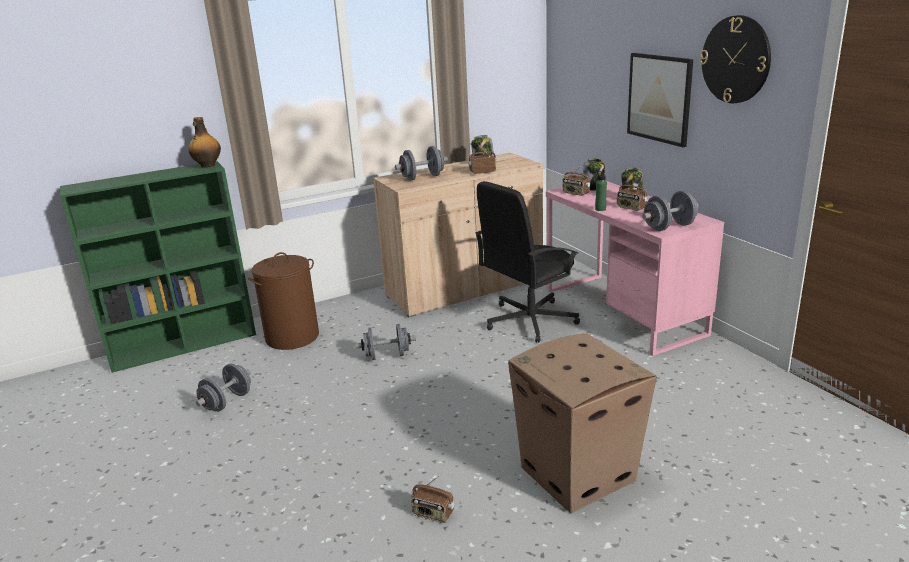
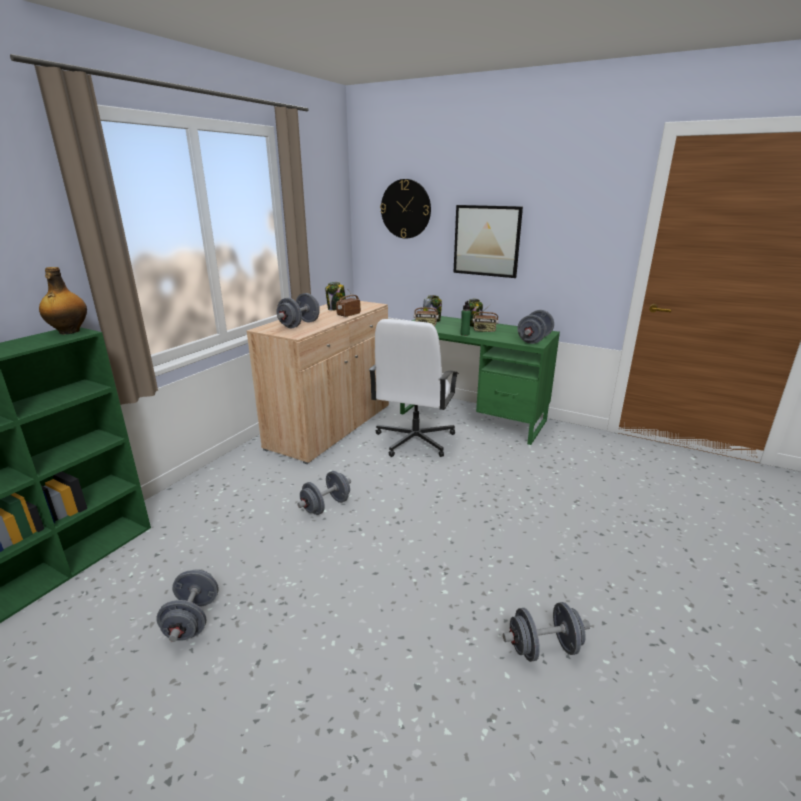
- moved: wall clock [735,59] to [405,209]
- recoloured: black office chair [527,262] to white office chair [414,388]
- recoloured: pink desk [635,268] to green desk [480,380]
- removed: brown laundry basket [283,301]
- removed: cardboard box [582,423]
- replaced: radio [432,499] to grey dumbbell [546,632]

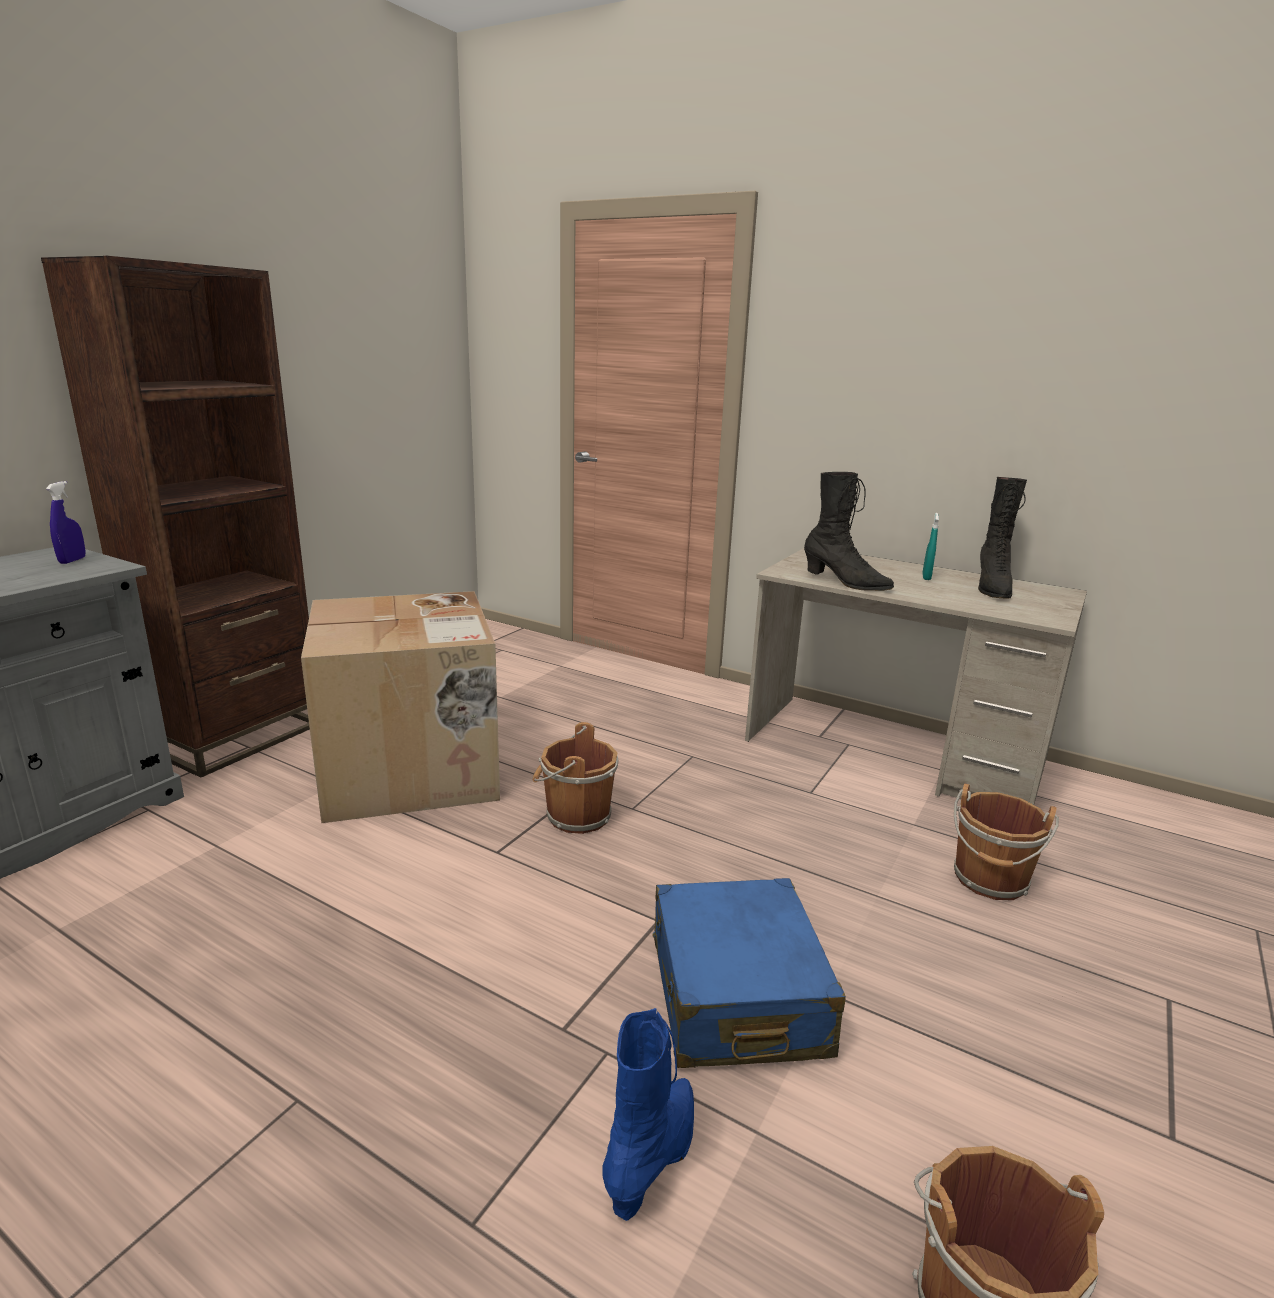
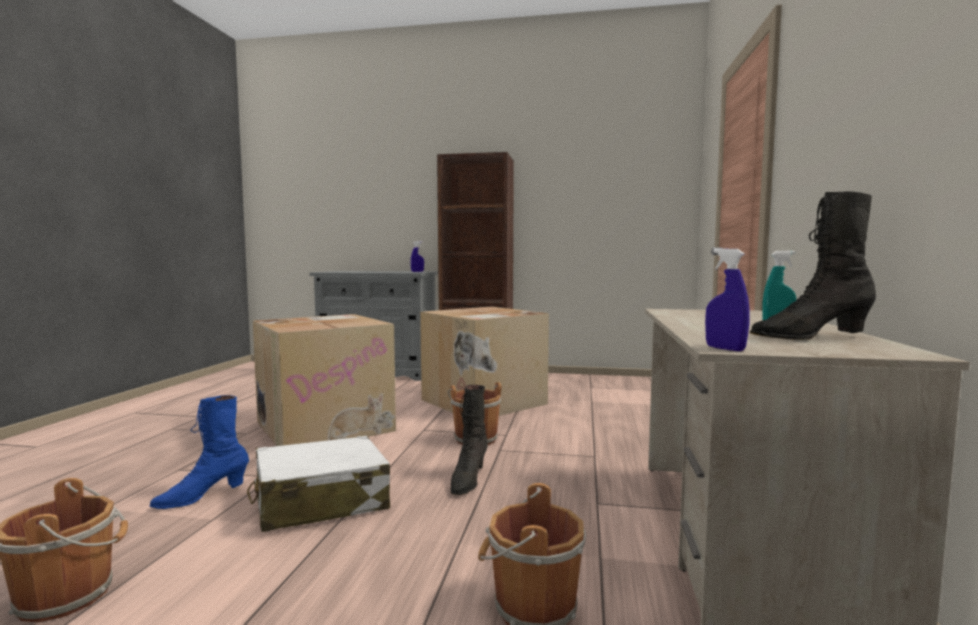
- moved: black boot [849,531] to [469,440]
- recoloured: blue suitcase [749,973] to white suitcase [318,484]
- turned: blue boot [648,1114] = [199,452] 135 degrees clockwise
- added: blue spray bottle [727,300]
- added: cardboard box [324,380]

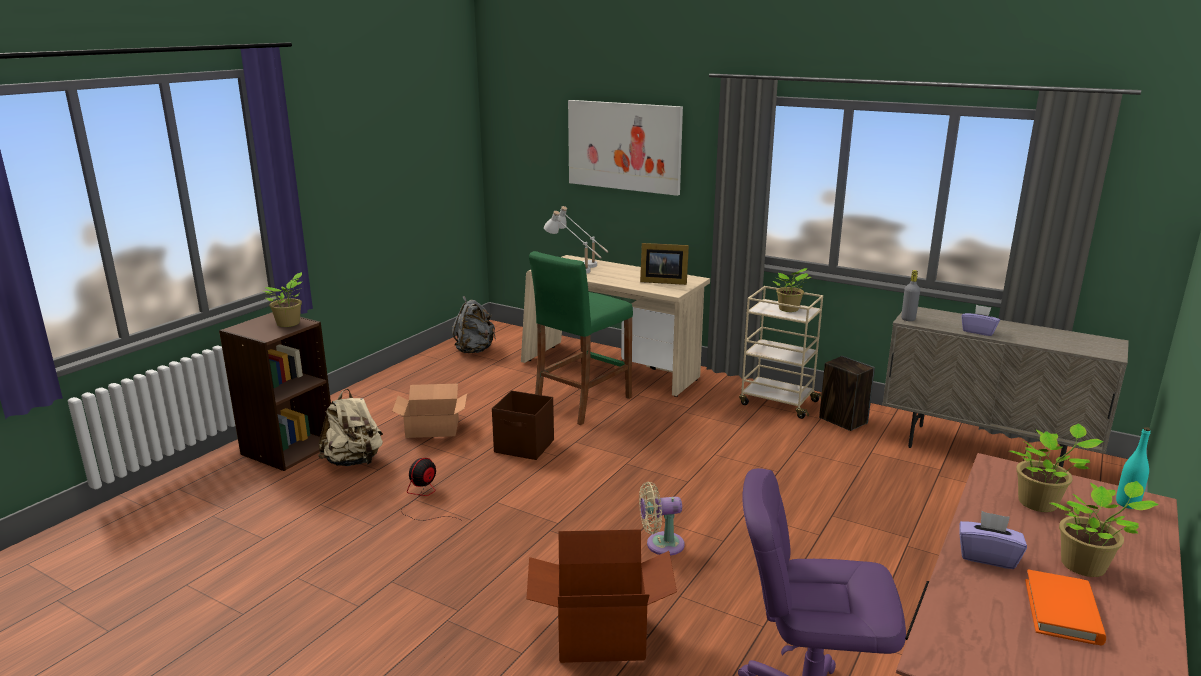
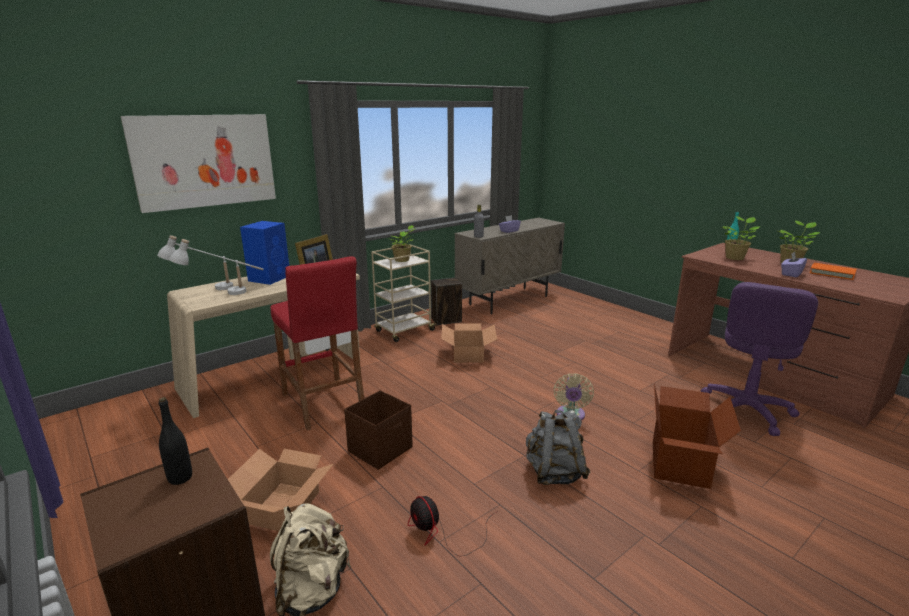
- recoloured: green stool [581,338] to red stool [317,343]
- replaced: potted plant [283,299] to black bottle [175,441]
- moved: grey backpack [474,324] to [558,447]
- added: blue speaker [264,253]
- added: cardboard box [469,343]

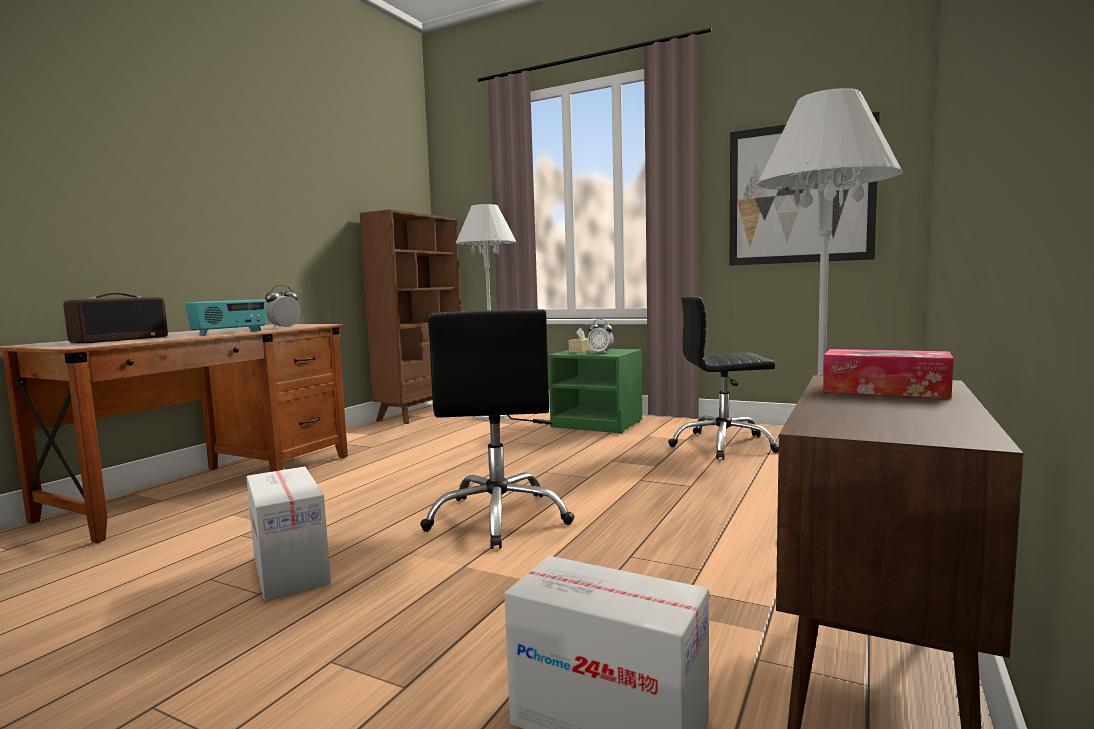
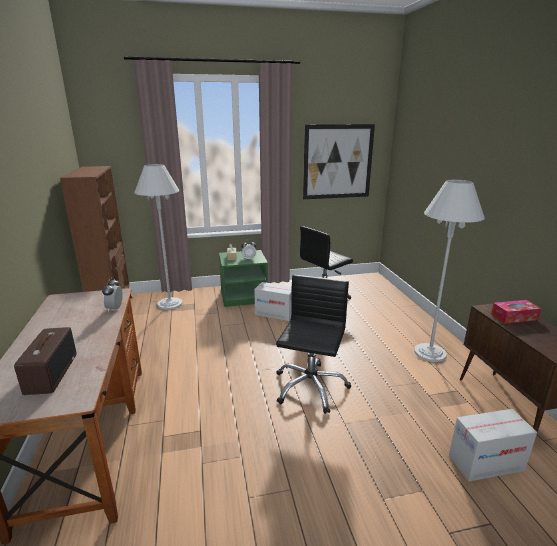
- removed: radio [226,317]
- turned: black office chair [497,429] = [313,344] 120 degrees counterclockwise
- moved: cardboard box [288,534] to [273,301]

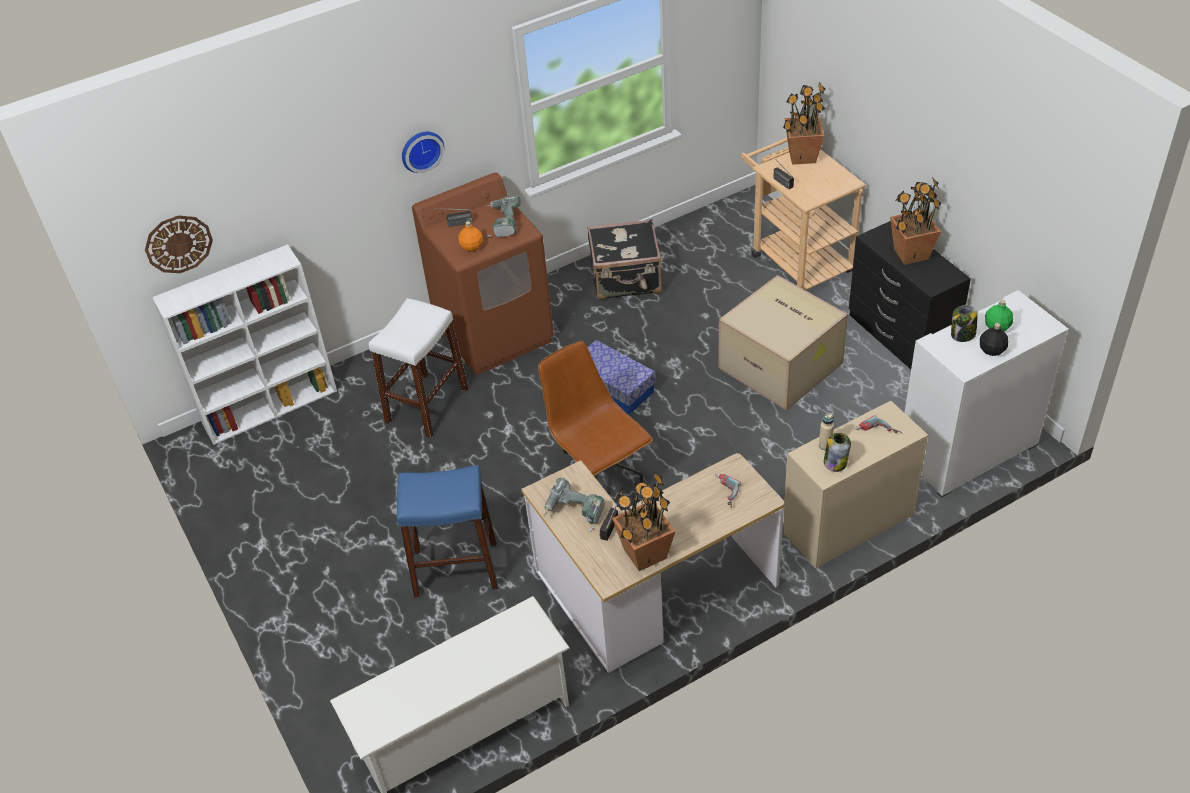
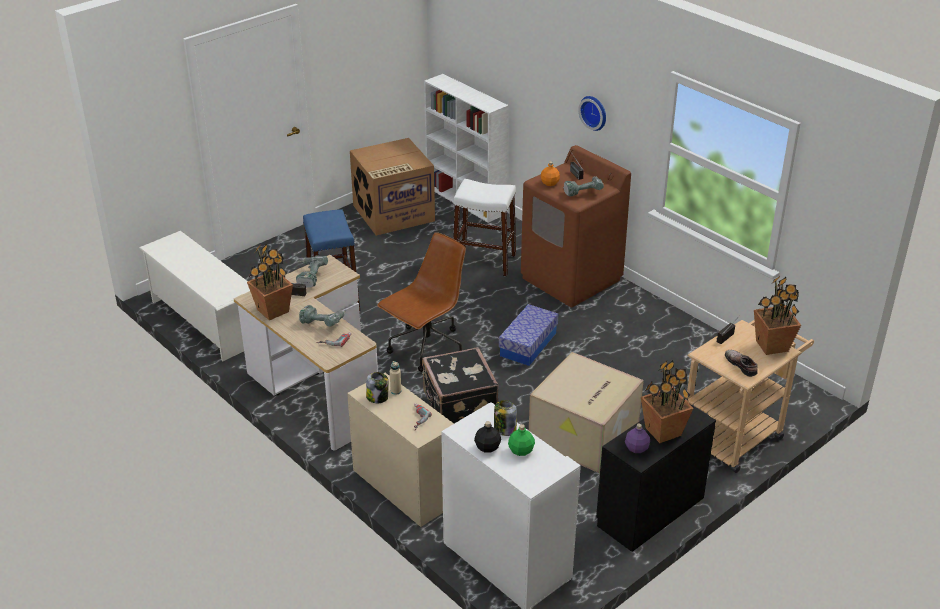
- removed: wall clock [179,244]
- moved: black suitcase [624,259] to [460,385]
- added: cardboard box [392,187]
- added: power drill [322,316]
- added: shoe [741,363]
- added: purple bottle [637,438]

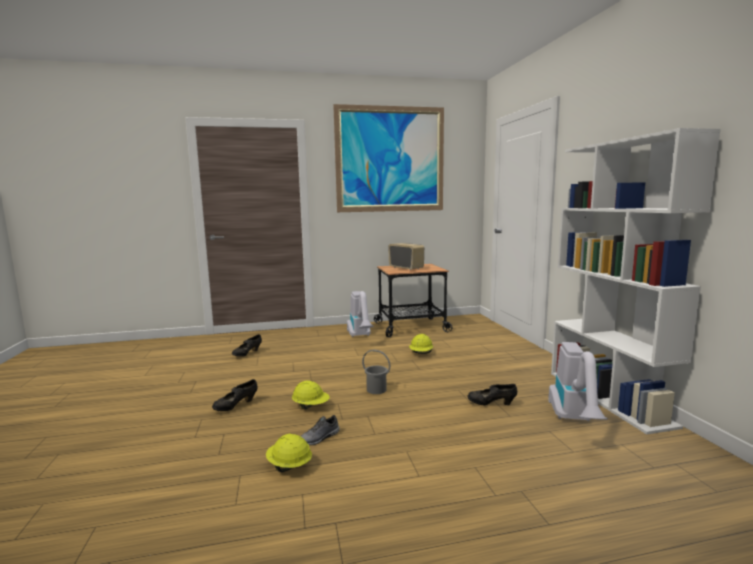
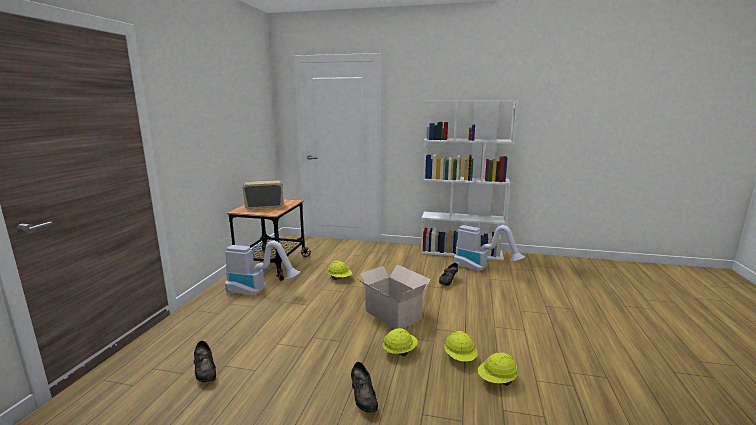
- removed: picture [388,158]
- replaced: grey bucket [376,372] to cardboard box [393,296]
- replaced: grey shoe [320,430] to yellow hard hat [460,346]

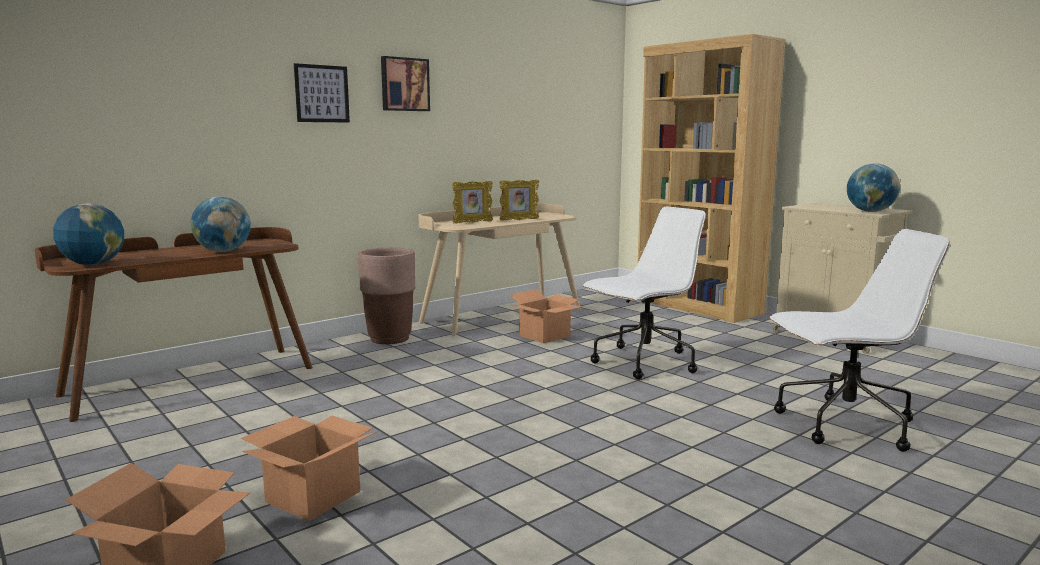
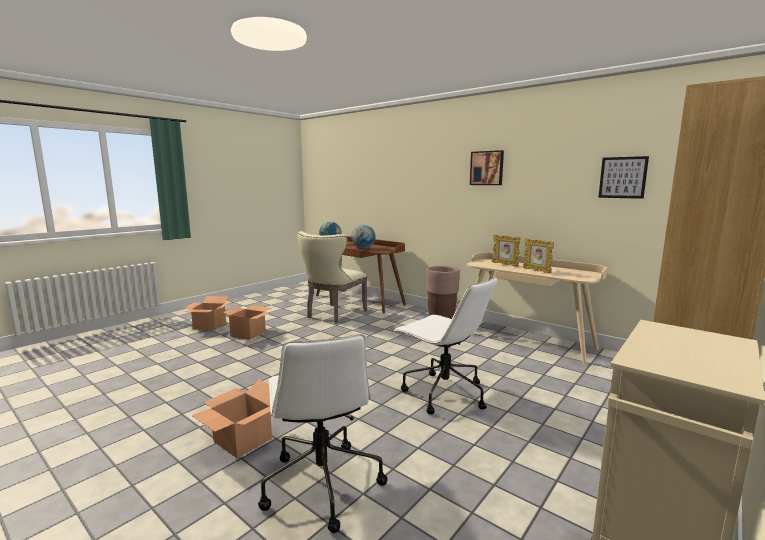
- moved: picture [322,93] to [623,177]
- removed: globe [873,187]
- moved: cardboard box [546,316] to [231,419]
- added: beige chair [332,277]

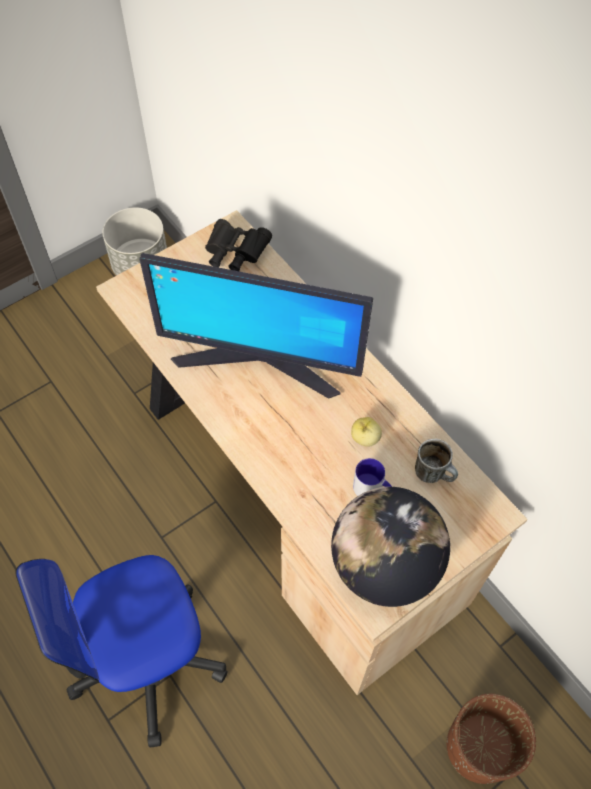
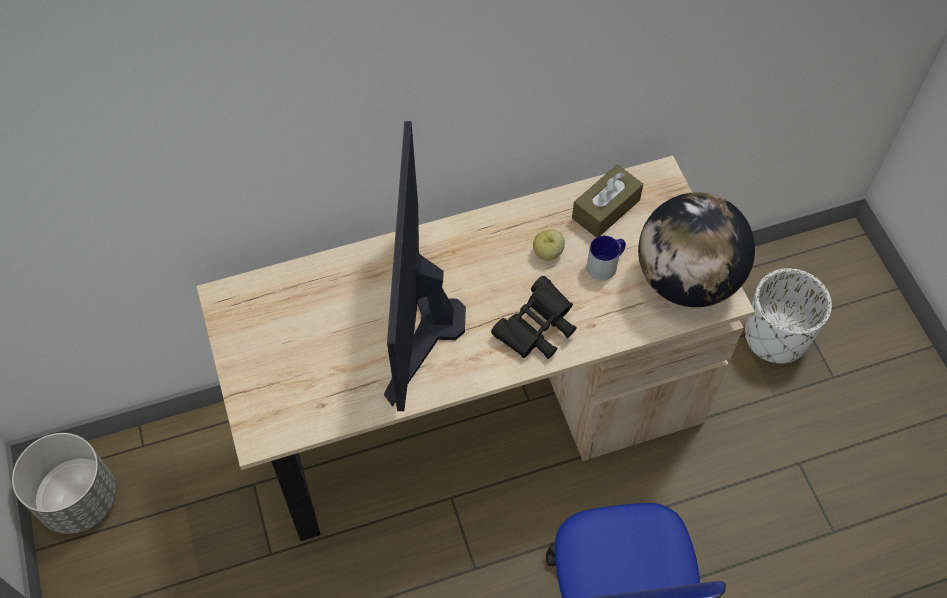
- moved: black binoculars [238,245] to [534,317]
- turned: monitor [256,326] = [425,266] 150 degrees clockwise
- replaced: mug [436,461] to brown tissue box [607,201]
- recoloured: brown planter [491,739] to white planter [788,316]

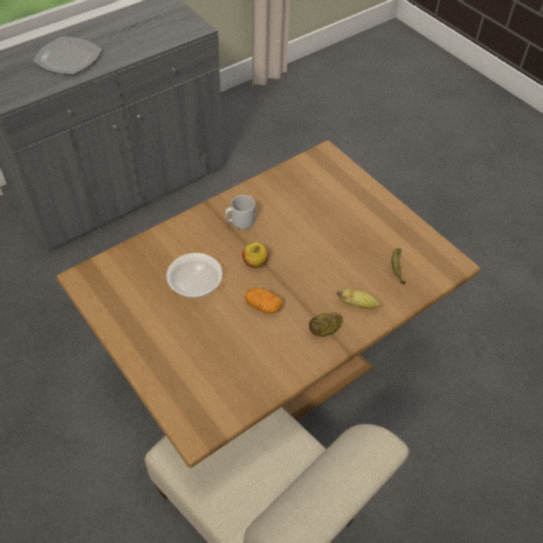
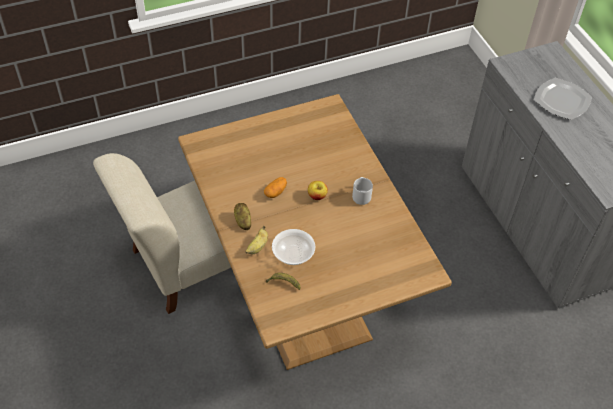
- moved: bowl [194,275] to [293,247]

